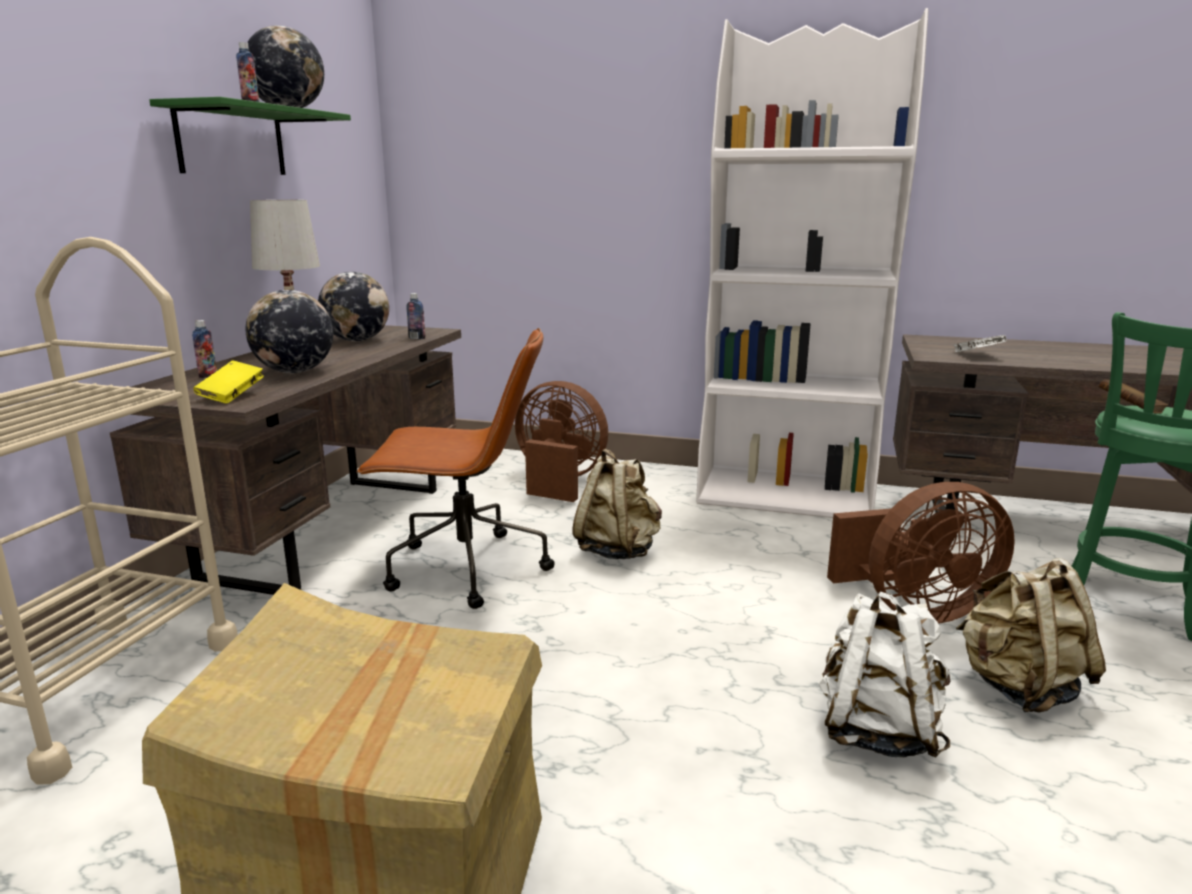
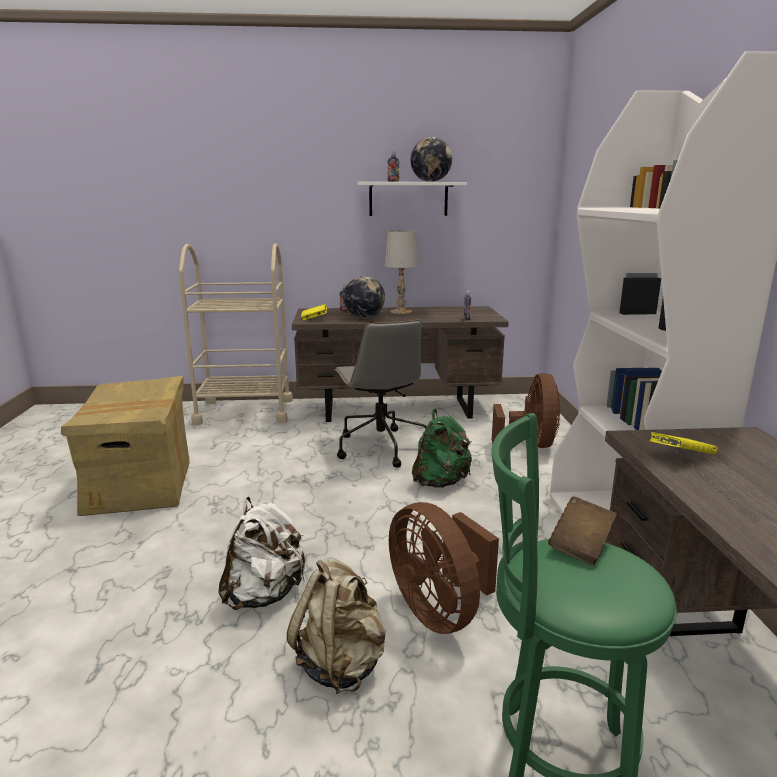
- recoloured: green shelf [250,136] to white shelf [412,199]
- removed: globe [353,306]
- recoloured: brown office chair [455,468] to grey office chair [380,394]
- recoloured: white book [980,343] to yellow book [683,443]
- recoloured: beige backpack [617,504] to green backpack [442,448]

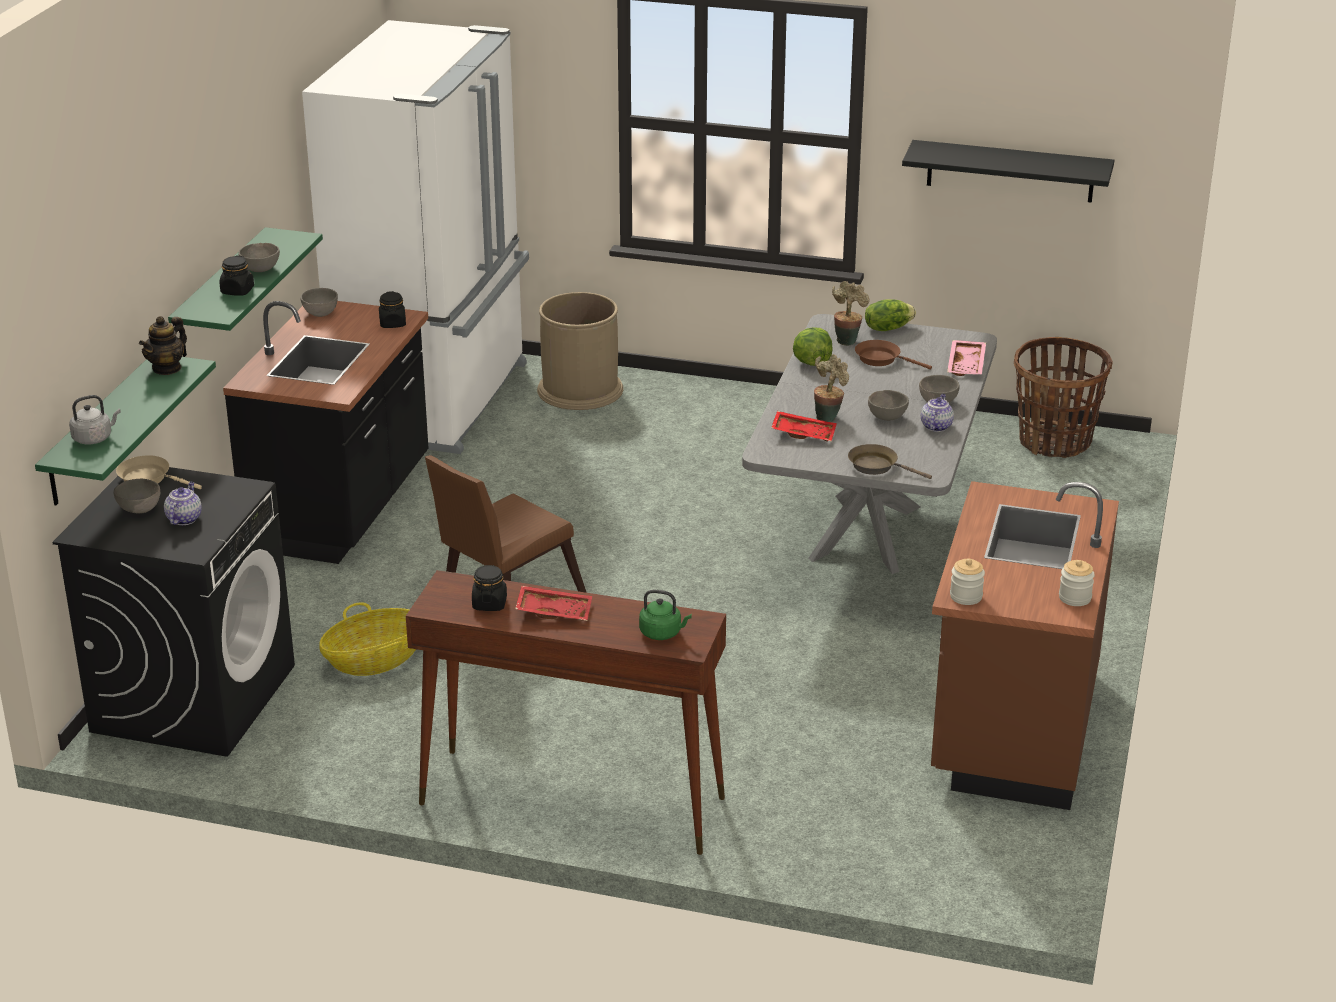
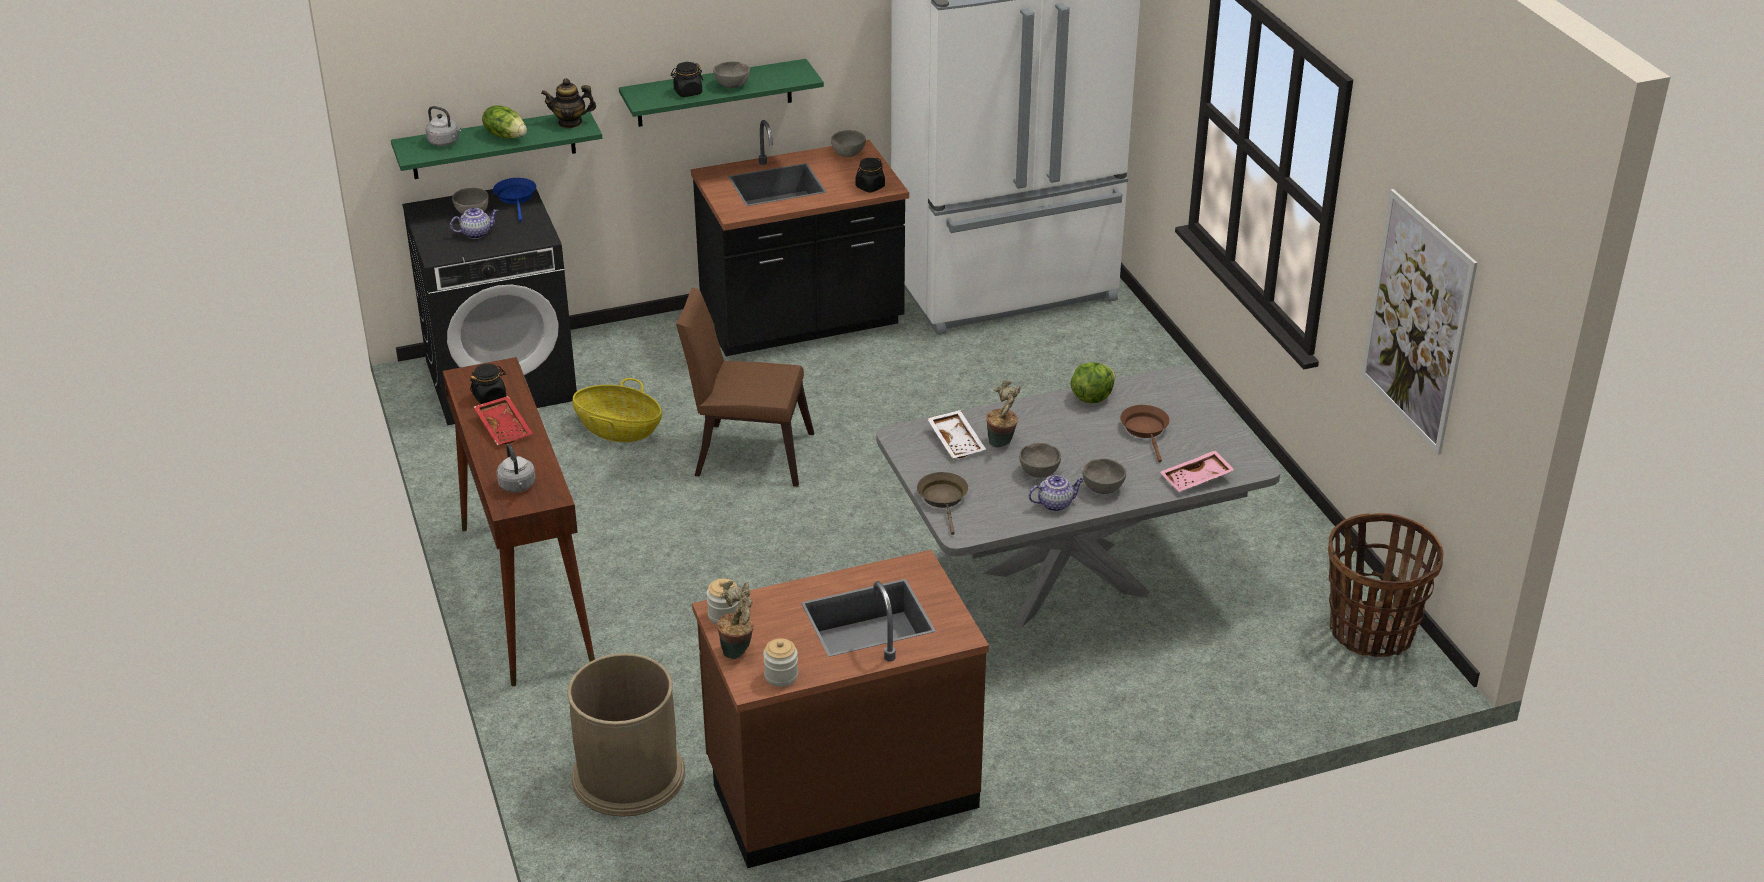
- replaced: black shelf [1008,171] to picture [1419,321]
- moved: potted plant [851,313] to [735,620]
- moved: brown trash can [580,351] to [626,735]
- moved: lettuce [890,315] to [504,122]
- recoloured: red tray [804,426] to white tray [956,434]
- recoloured: beige frying pan [159,472] to blue frying pan [514,199]
- recoloured: green kettle [665,615] to grey kettle [516,468]

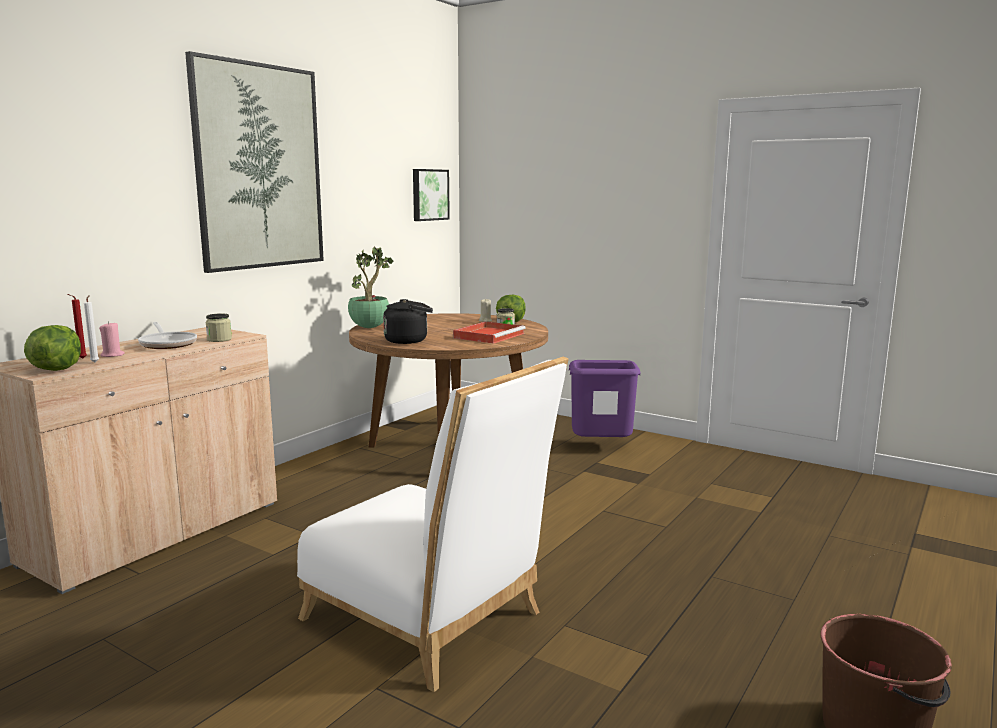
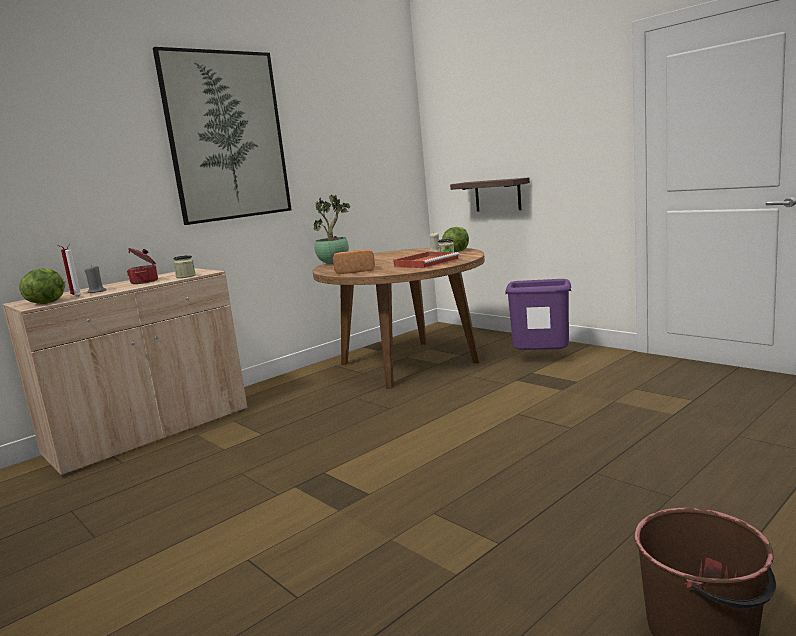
- removed: picture [431,195]
- replaced: black kettle [408,321] to bread [354,261]
- recoloured: pink candle [112,339] to grey candle [95,279]
- replaced: frying pan [167,335] to cooking pot [142,266]
- removed: white chair [433,524]
- added: shelf [490,194]

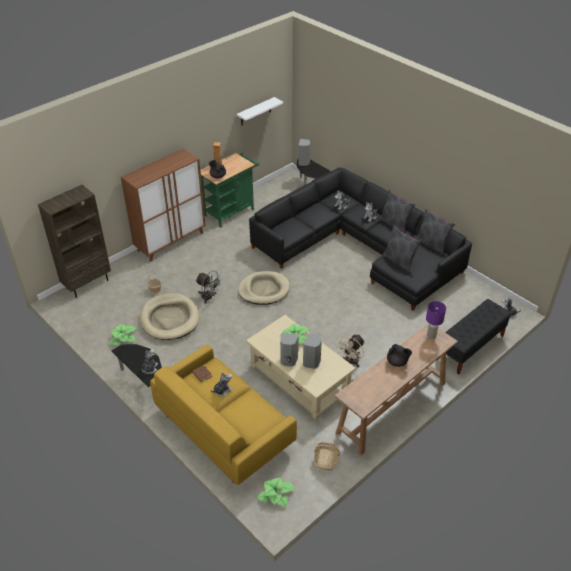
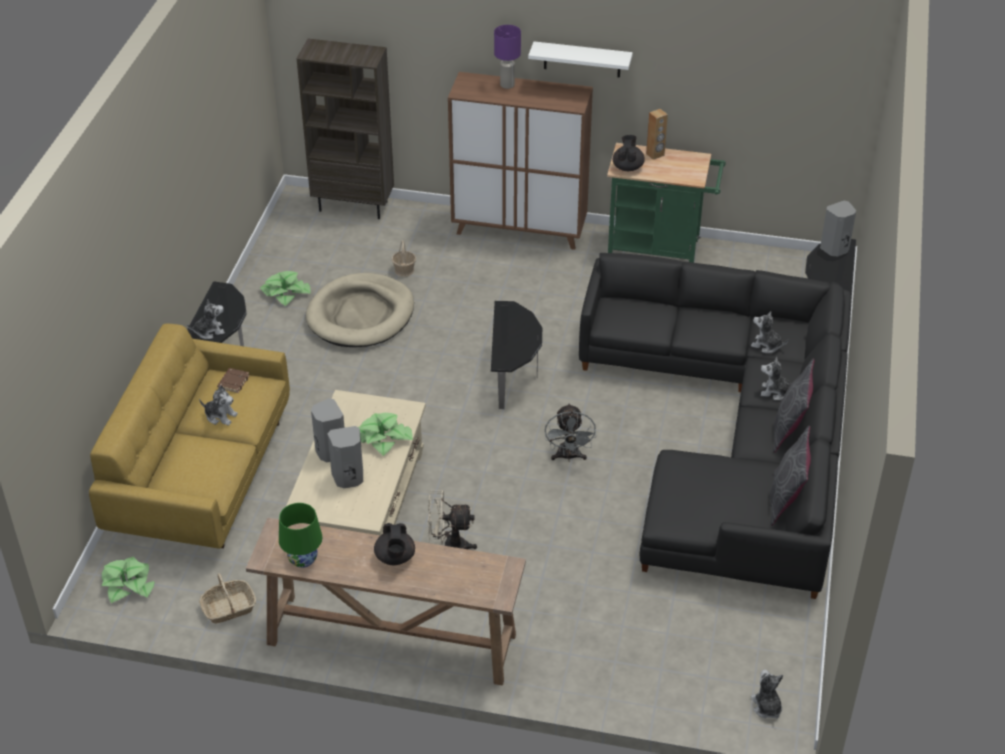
- moved: white shelf [260,111] to [580,59]
- removed: grey pillow [401,249]
- moved: grey fan [208,287] to [570,432]
- replaced: beige dog bed [264,288] to side table [516,355]
- removed: black bench [474,337]
- moved: purple table lamp [436,320] to [507,57]
- added: green table lamp [300,535]

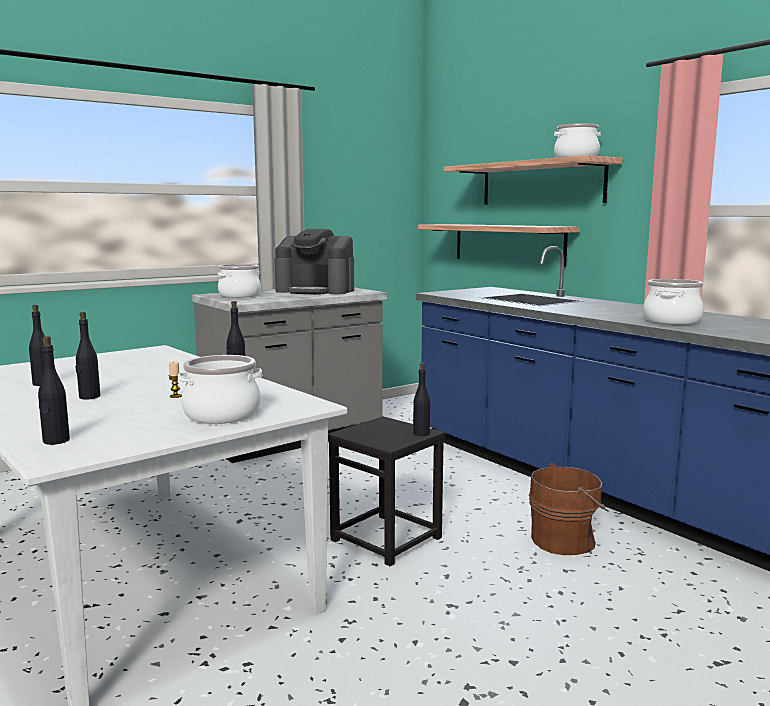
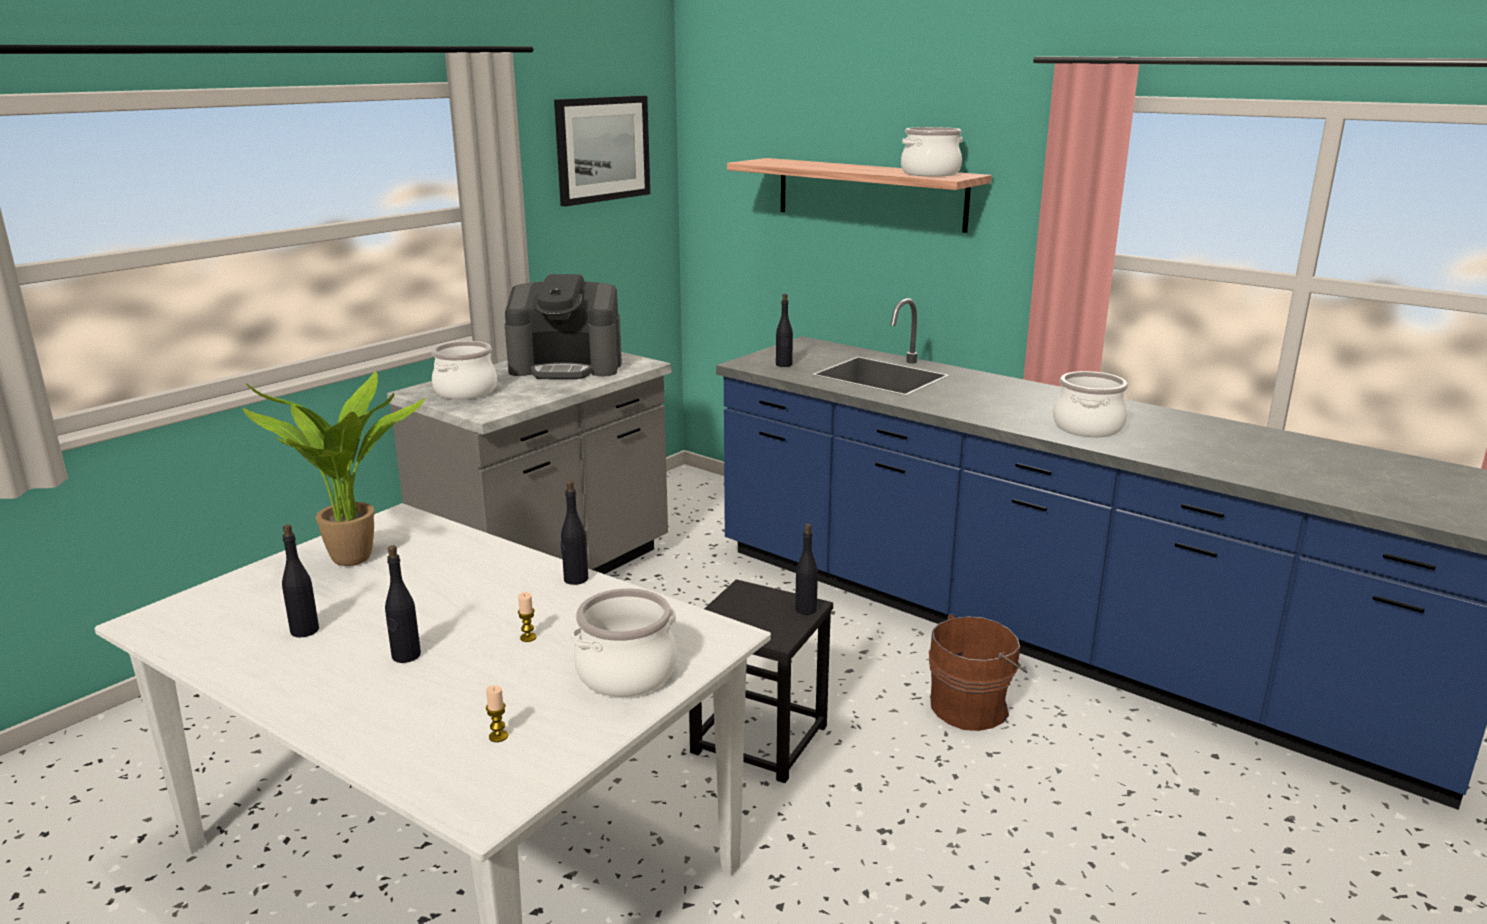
- removed: shelf [499,245]
- moved: black bottle [54,390] to [784,330]
- added: picture [602,151]
- added: potted plant [333,469]
- added: candle [497,713]

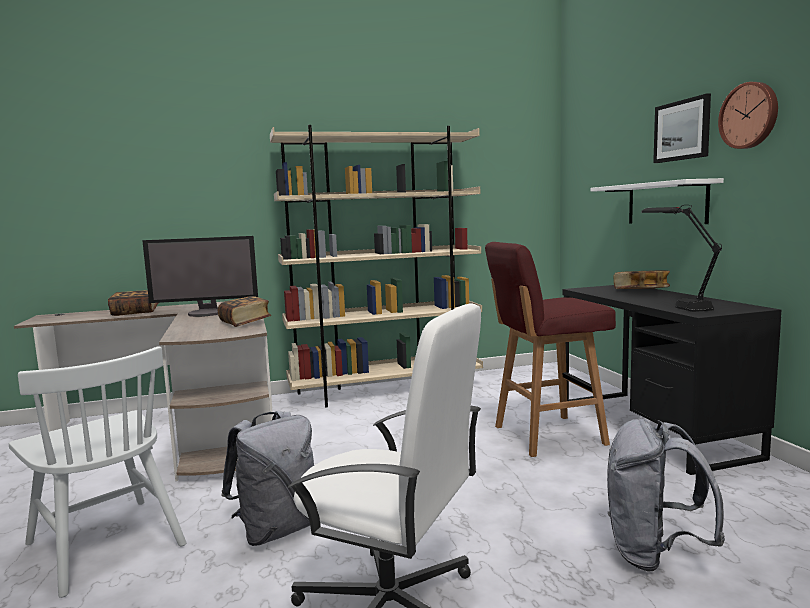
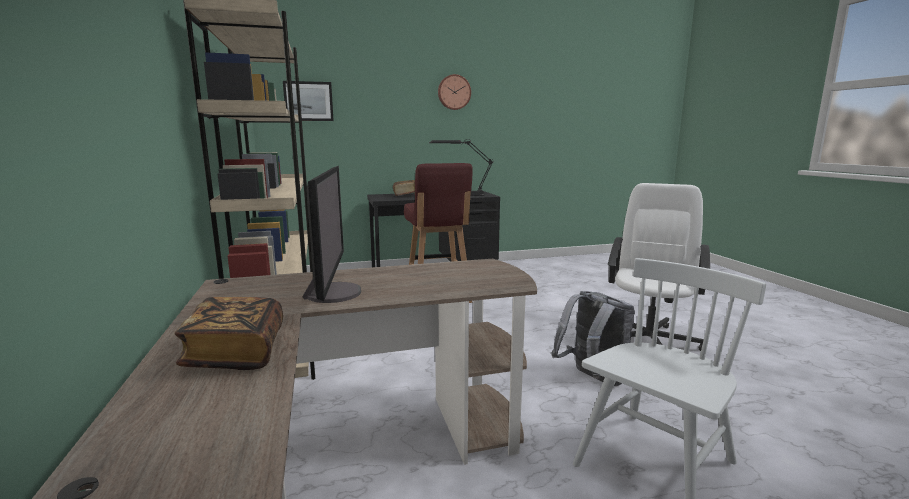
- moved: picture [682,128] to [308,101]
- removed: white shelf [657,201]
- removed: book [244,311]
- removed: grey backpack [666,495]

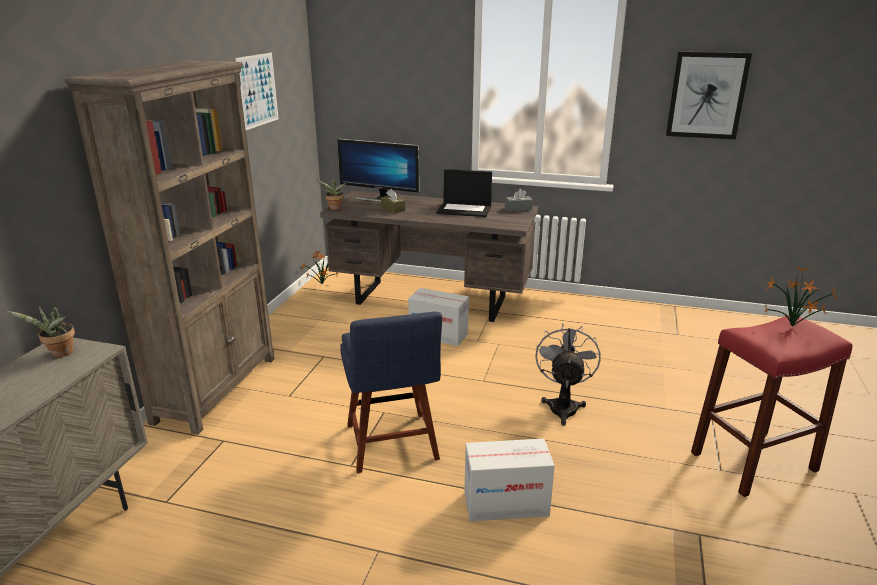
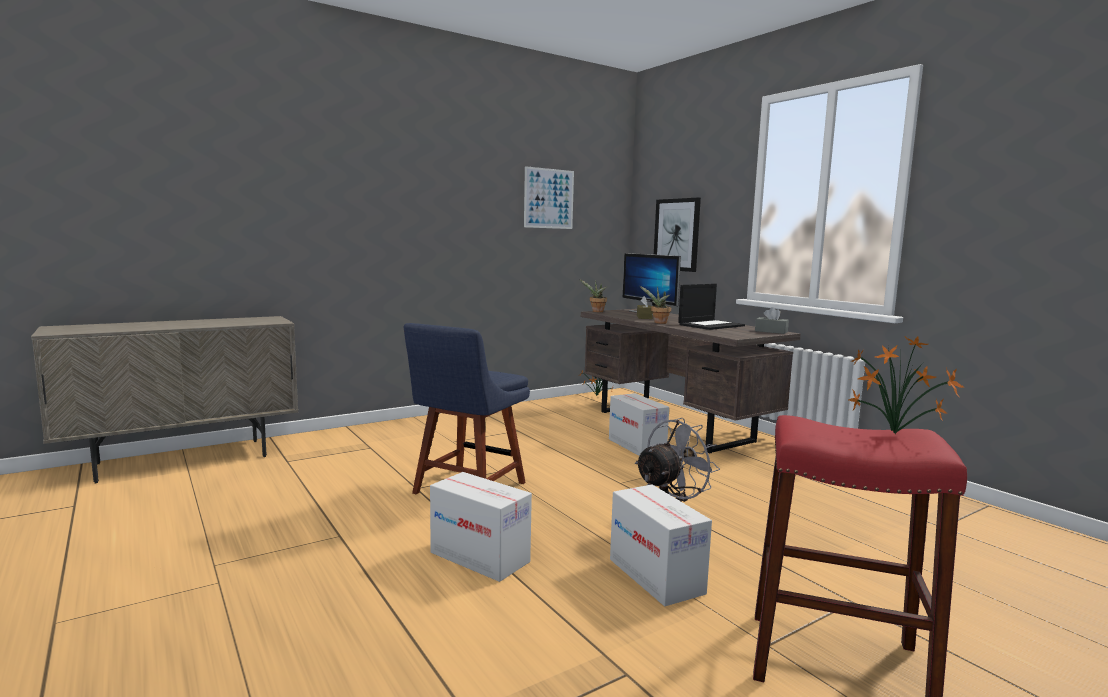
- moved: picture [709,96] to [677,235]
- removed: brown bookcase [169,247]
- turned: laptop [464,193] = [711,307] 90 degrees counterclockwise
- moved: potted plant [40,331] to [655,305]
- added: cardboard box [661,545]

